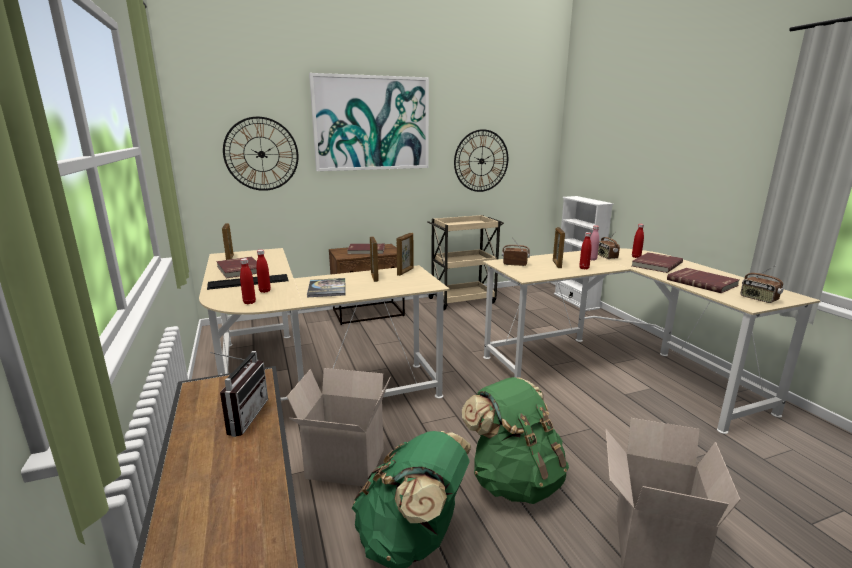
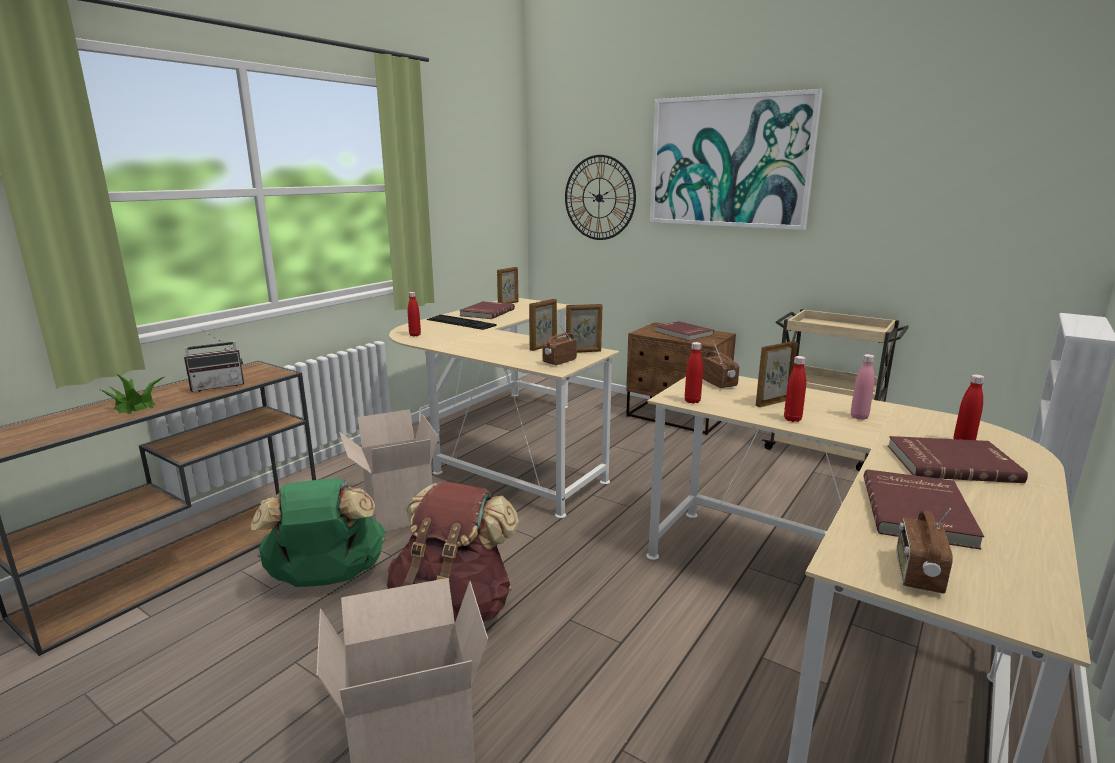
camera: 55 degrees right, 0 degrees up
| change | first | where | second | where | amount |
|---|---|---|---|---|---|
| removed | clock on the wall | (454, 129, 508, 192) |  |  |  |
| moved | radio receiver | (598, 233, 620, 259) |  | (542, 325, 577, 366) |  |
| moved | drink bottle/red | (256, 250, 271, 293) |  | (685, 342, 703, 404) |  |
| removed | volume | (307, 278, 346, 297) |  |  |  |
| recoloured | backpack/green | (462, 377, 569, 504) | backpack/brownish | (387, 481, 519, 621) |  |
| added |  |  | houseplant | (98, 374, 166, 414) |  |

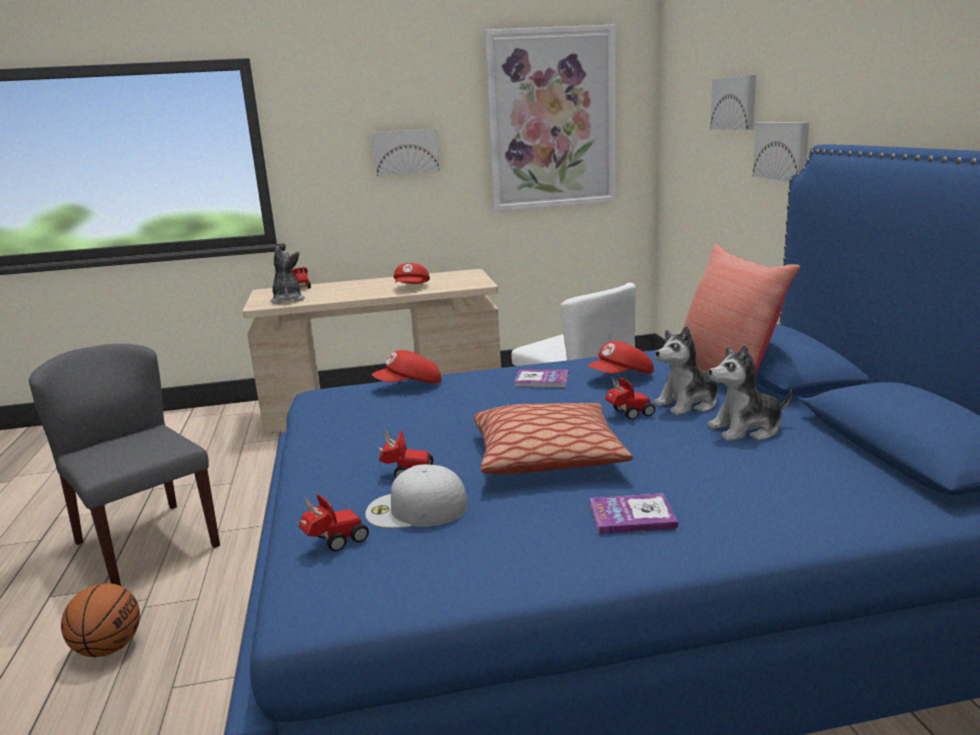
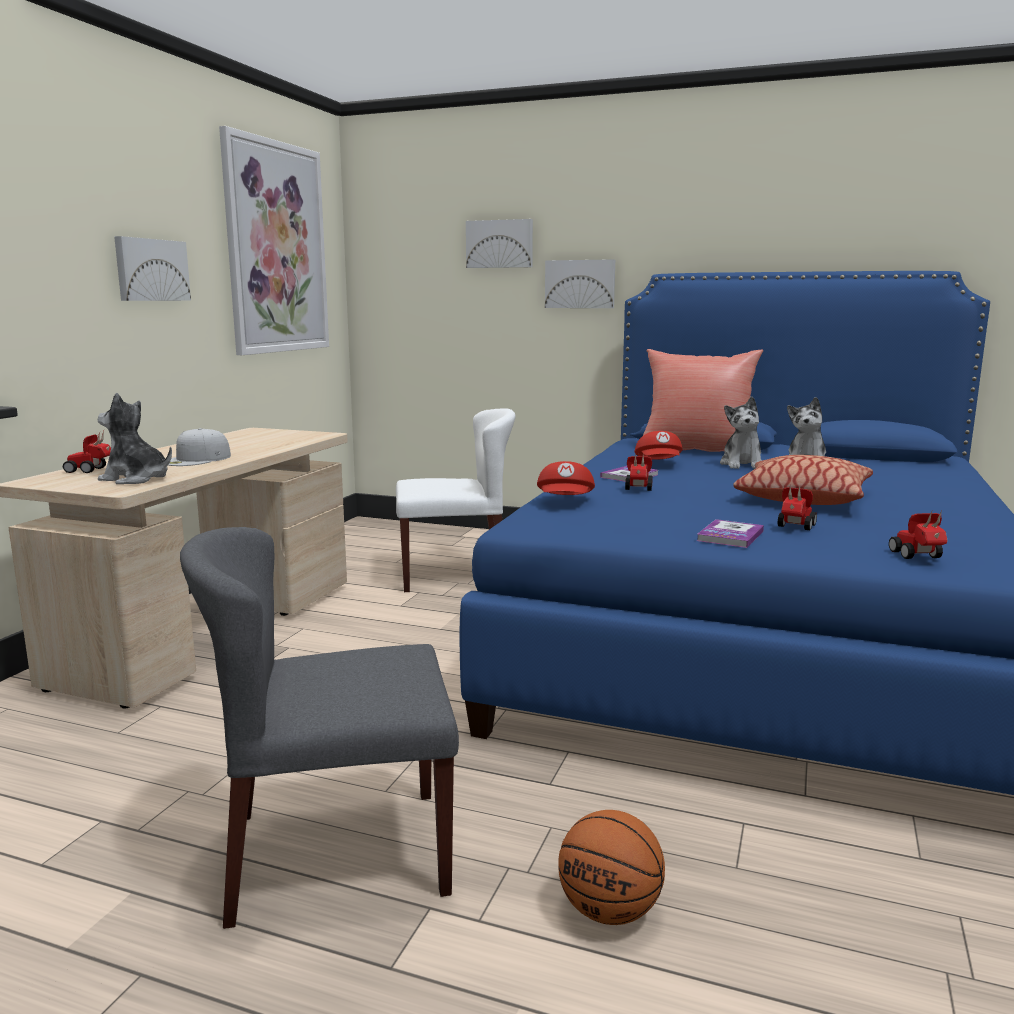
camera: 60 degrees left, 5 degrees down
| change | first | where | second | where | amount |
|---|---|---|---|---|---|
| removed | cap/red | (394, 263, 430, 284) |  |  |  |
| moved | model car | (605, 377, 655, 420) |  | (625, 453, 653, 491) |  |
| moved | cap/white | (365, 464, 467, 528) |  | (167, 428, 231, 466) |  |
| moved | volume | (590, 493, 678, 534) |  | (697, 519, 764, 548) |  |

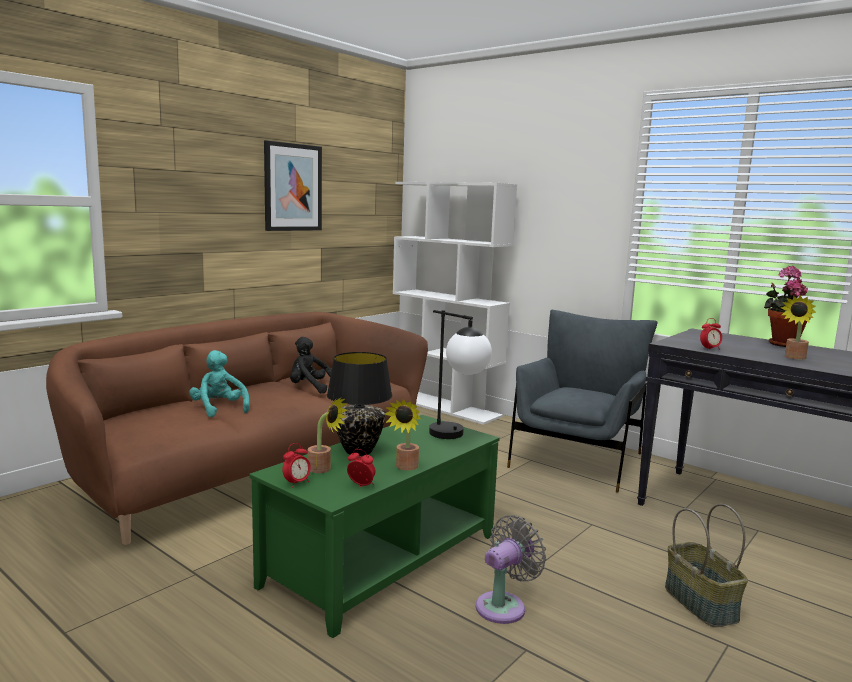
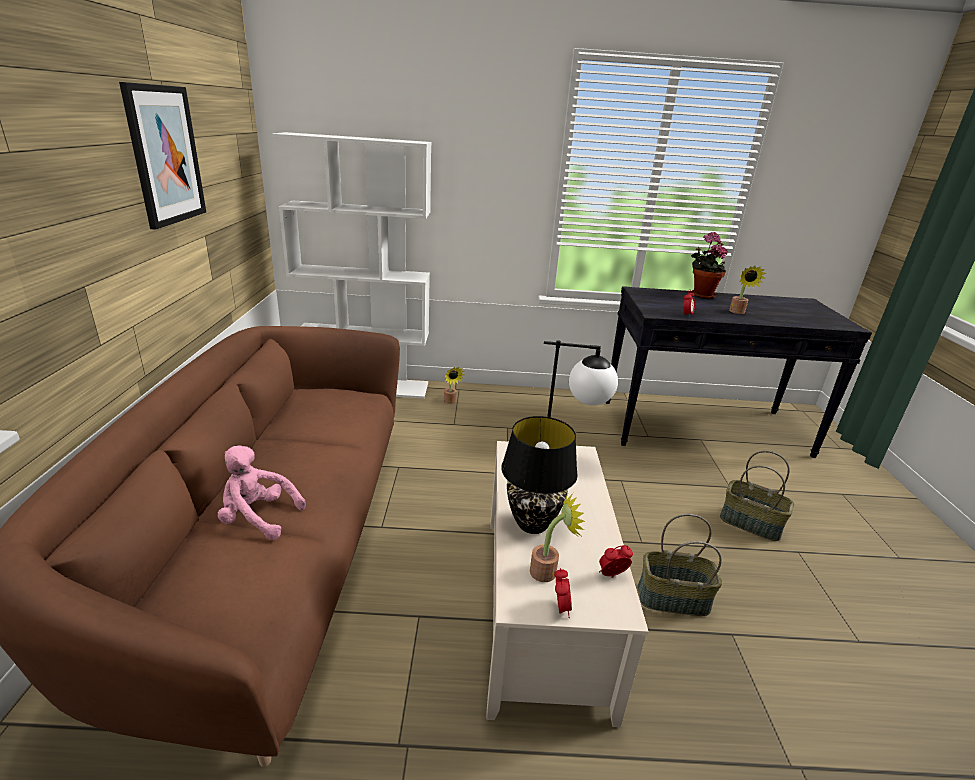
camera: 40 degrees left, 15 degrees up
| change | first | where | second | where | amount |
|---|---|---|---|---|---|
| removed | lounge chair/grey | (507, 310, 657, 493) |  |  |  |
| removed | plush toy/black-coloured | (290, 337, 332, 393) |  |  |  |
| recoloured | plush toy/blue-green | (189, 350, 249, 417) | plush toy/pink | (218, 445, 306, 540) |  |
| moved | houseplant | (385, 399, 421, 471) |  | (444, 367, 465, 404) |  |
| recoloured | coffee table/green | (249, 415, 500, 638) | coffee table/sand-coloured | (486, 441, 649, 727) |  |
| replaced | fan/grey | (476, 515, 547, 624) | household basket | (638, 514, 723, 616) |  |

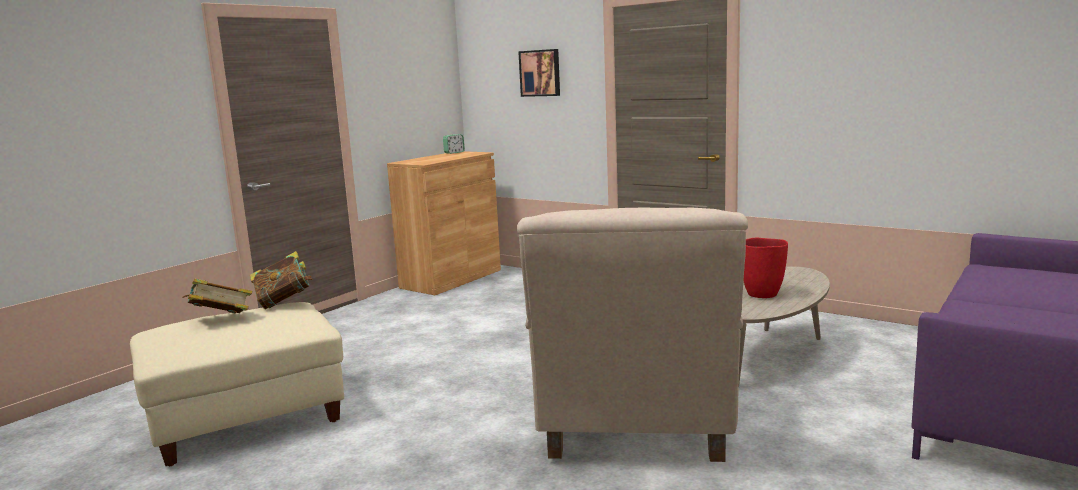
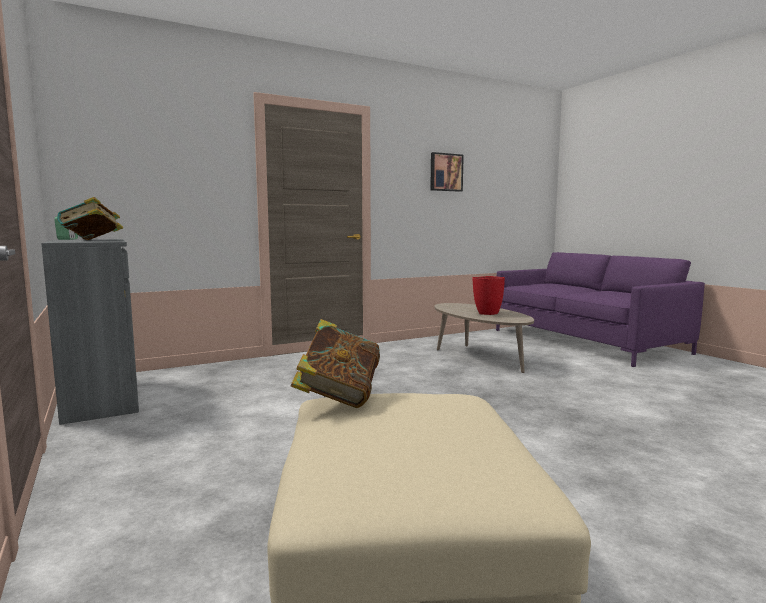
camera: 65 degrees left, 5 degrees down
| change | first | where | second | where | amount |
|---|---|---|---|---|---|
| moved | wall picture | (518, 49, 560, 97) |  | (430, 152, 464, 192) |  |
| recoloured | cabinet/brownish | (387, 151, 501, 295) | cabinet/grey | (41, 239, 139, 425) |  |
| removed | lounge chair/sand-coloured | (517, 208, 748, 462) |  |  |  |
| moved | volume | (182, 278, 252, 313) |  | (57, 197, 123, 240) |  |

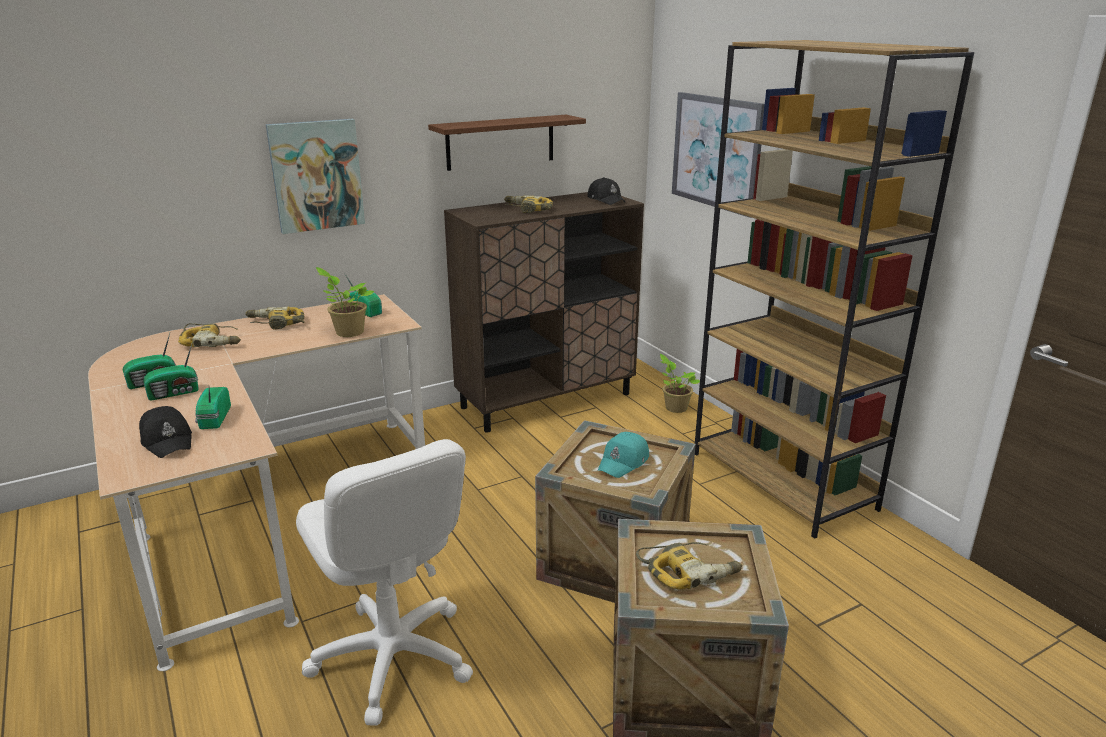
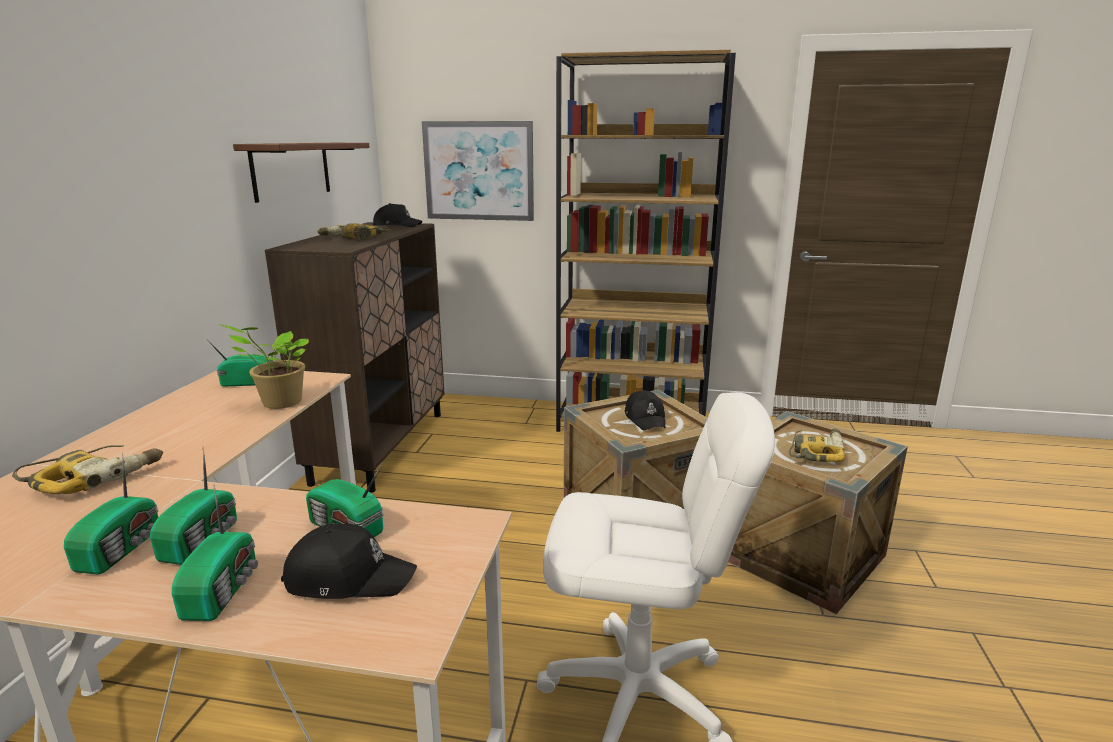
camera: 50 degrees left, 5 degrees down
| change | first | where | second | where | amount |
|---|---|---|---|---|---|
| removed | wall picture | (266, 119, 365, 234) |  |  |  |
| removed | power drill | (245, 306, 304, 329) |  |  |  |
| removed | houseplant | (660, 354, 700, 413) |  |  |  |
| recoloured | cap/blue-green | (598, 432, 649, 478) | cap/black-coloured | (625, 390, 665, 430) |  |
| added |  |  | radio receiver | (172, 486, 258, 621) |  |

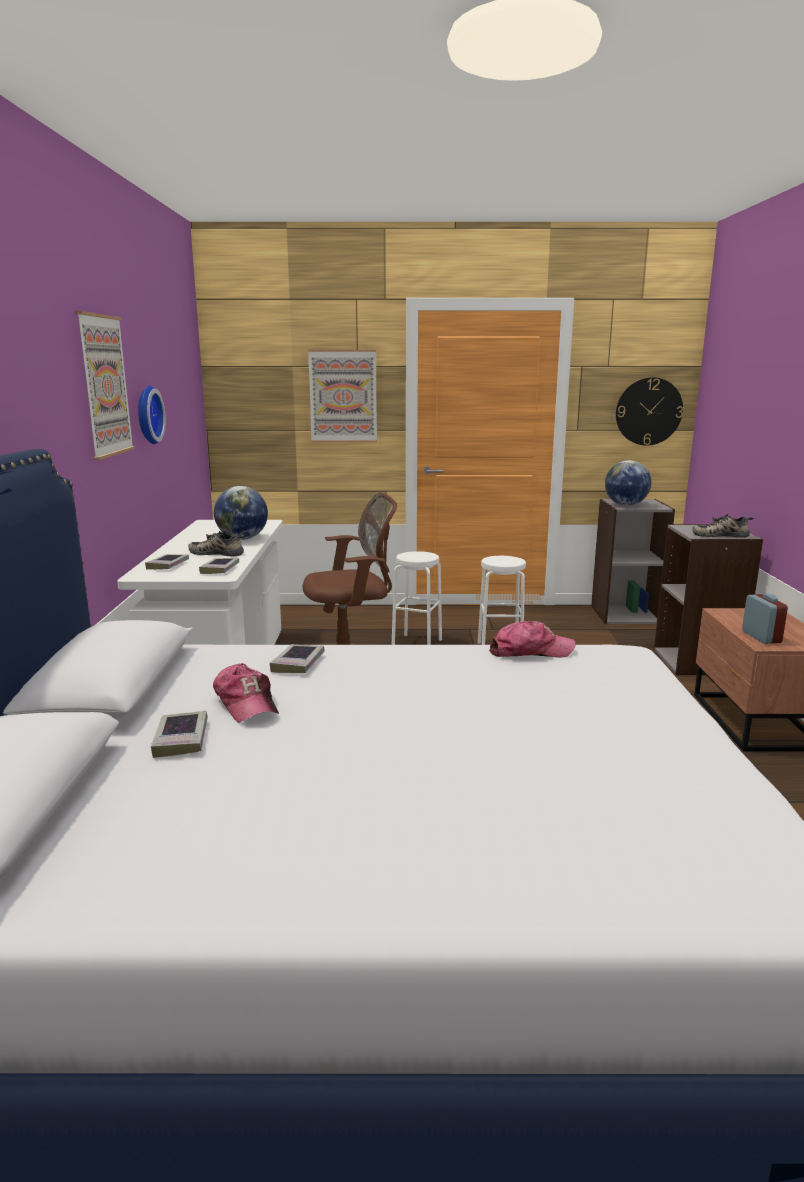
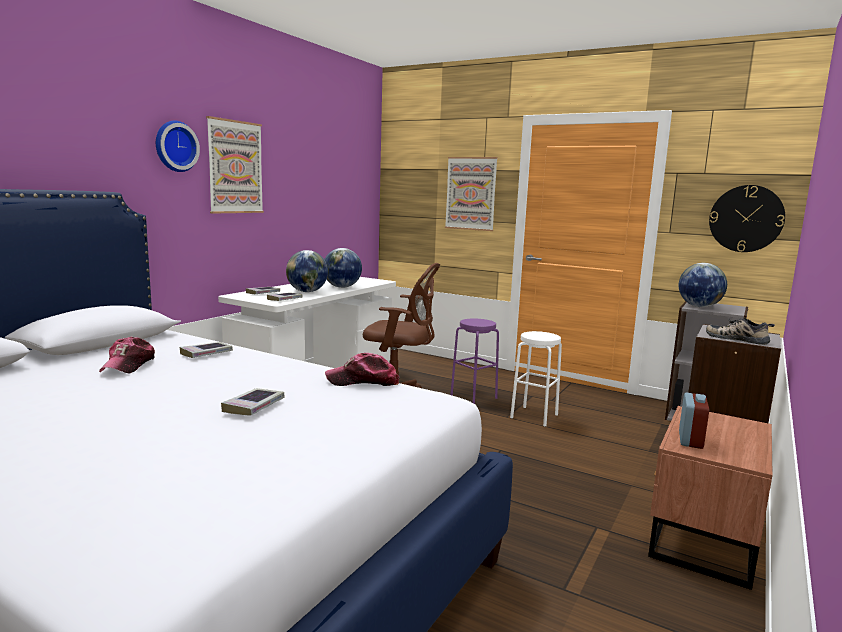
camera: 30 degrees right, 5 degrees down
| change | first | where | second | where | amount |
|---|---|---|---|---|---|
| moved | clock on the wall | (138, 386, 166, 444) |  | (156, 121, 200, 172) |  |
| replaced | shoe | (188, 531, 244, 557) | desk globe | (286, 250, 328, 292) |  |
| recoloured | sitting stool/white | (392, 551, 442, 645) | sitting stool/purple | (450, 319, 499, 404) |  |
| turned | cap | (489, 621, 576, 658) |  | (325, 353, 400, 386) | 150 degrees clockwise |
| moved | volume | (151, 711, 208, 758) |  | (221, 388, 285, 416) |  |

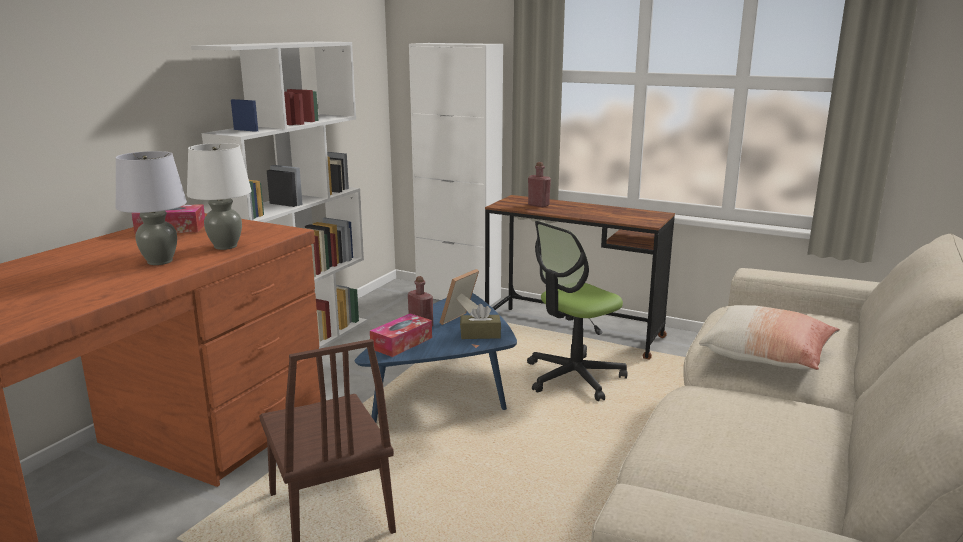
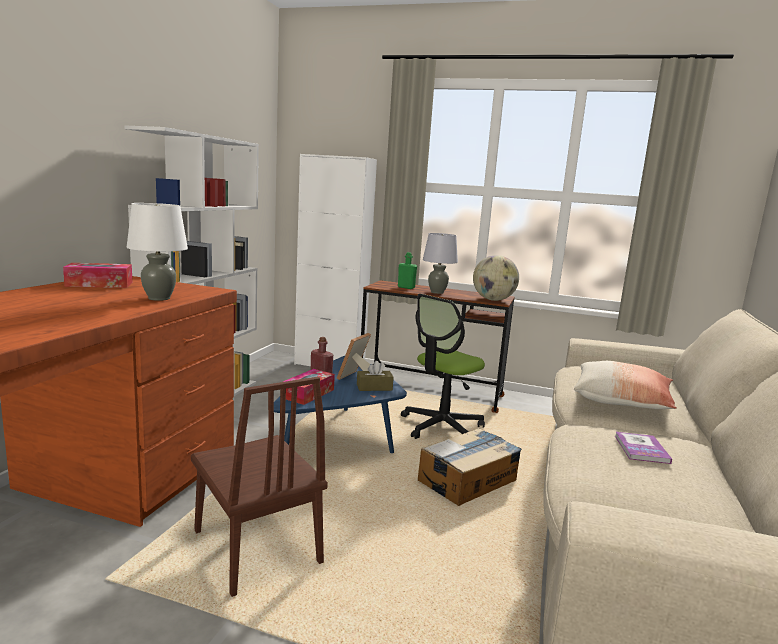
camera: 10 degrees left, 5 degrees down
| change | first | where | second | where | amount |
|---|---|---|---|---|---|
| moved | lamp for a table/grey | (115, 151, 187, 265) |  | (423, 233, 458, 294) |  |
| recoloured | drink bottle/red | (528, 162, 551, 207) | drink bottle/green | (398, 252, 417, 289) |  |
| added |  |  | desk globe | (473, 255, 519, 301) |  |
| added |  |  | cardboard box | (418, 428, 522, 506) |  |
| added |  |  | volume | (615, 432, 672, 464) |  |

